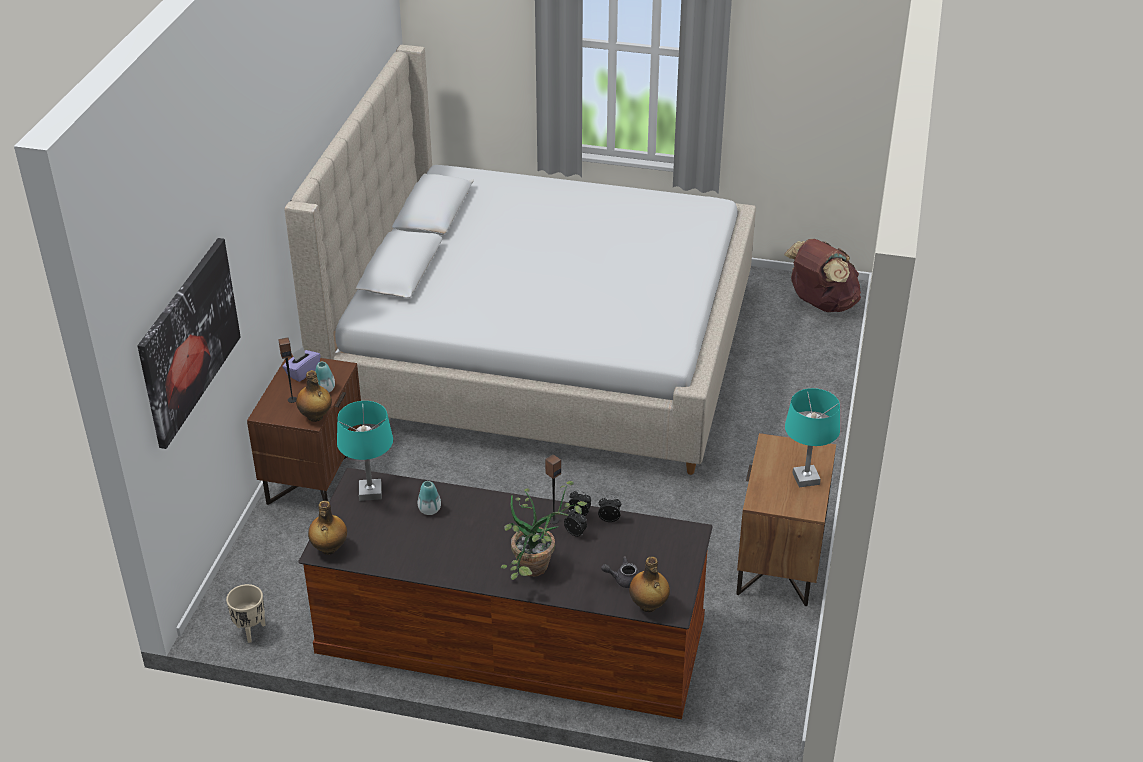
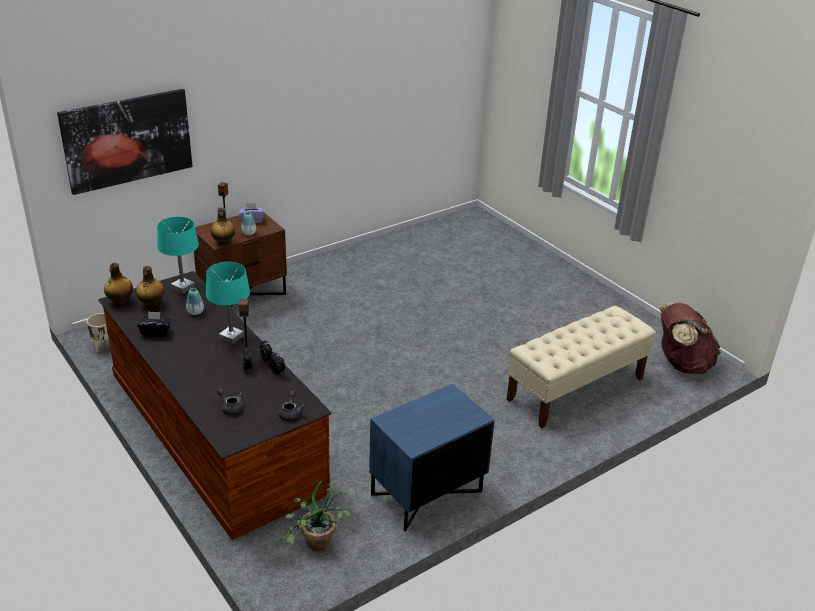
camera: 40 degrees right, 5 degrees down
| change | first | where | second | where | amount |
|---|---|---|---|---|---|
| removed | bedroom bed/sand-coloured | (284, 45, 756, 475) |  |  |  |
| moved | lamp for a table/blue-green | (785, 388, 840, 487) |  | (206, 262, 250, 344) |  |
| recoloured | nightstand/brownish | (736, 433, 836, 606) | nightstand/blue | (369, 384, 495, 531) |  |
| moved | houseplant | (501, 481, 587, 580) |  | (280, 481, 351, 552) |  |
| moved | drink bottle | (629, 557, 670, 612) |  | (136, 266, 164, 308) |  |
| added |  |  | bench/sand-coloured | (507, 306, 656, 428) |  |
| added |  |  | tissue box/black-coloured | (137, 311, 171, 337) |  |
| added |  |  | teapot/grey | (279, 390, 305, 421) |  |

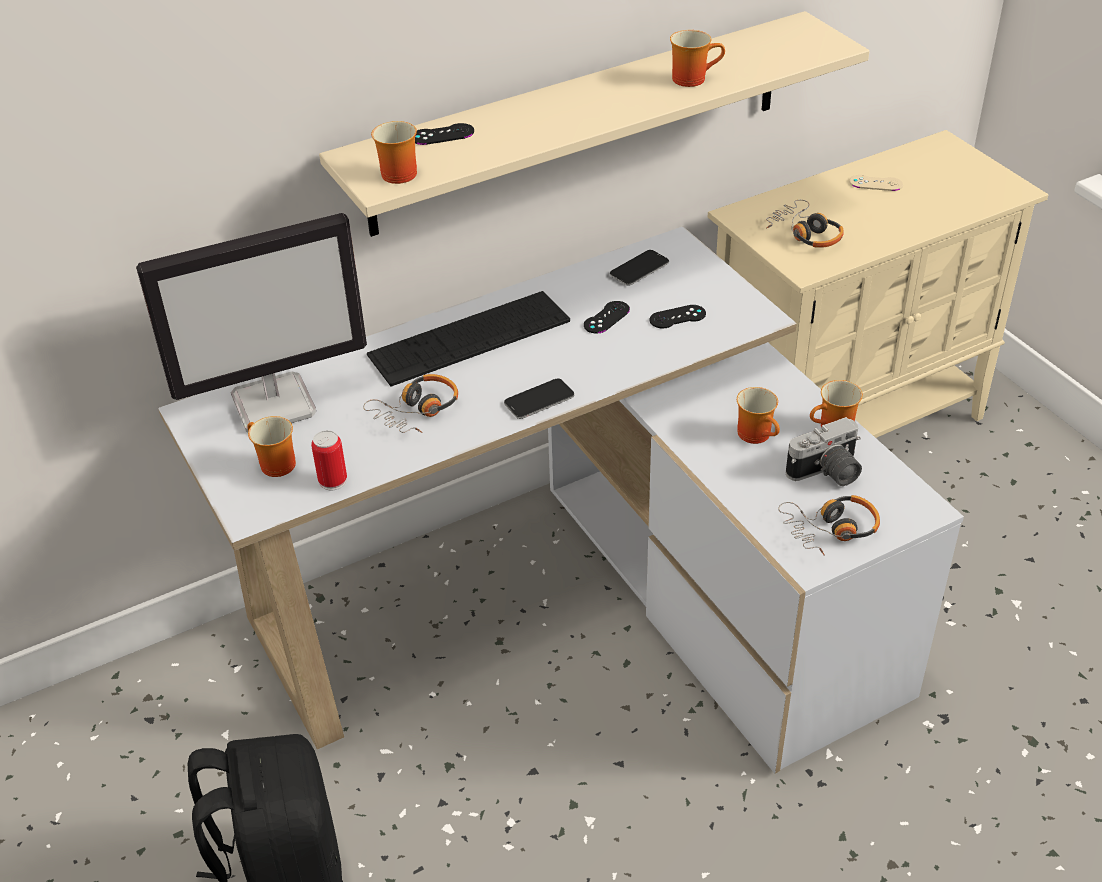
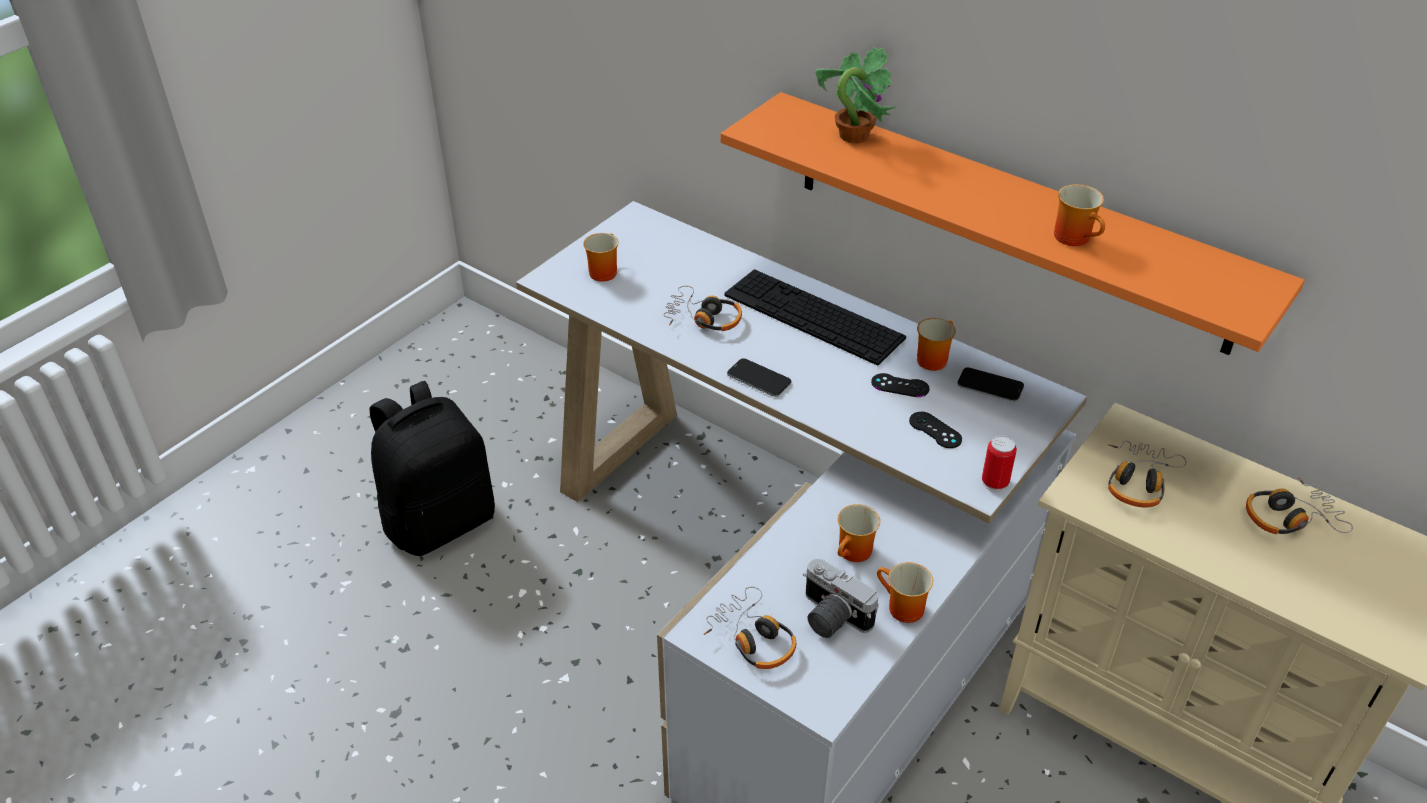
camera: 65 degrees right, 0 degrees up
| change | first | where | second | where | amount |
|---|---|---|---|---|---|
| recoloured | shelf/sand-coloured | (319, 11, 870, 237) | shelf/orange-coloured | (721, 92, 1305, 355) |  |
| moved | coffee mug | (371, 121, 417, 184) |  | (917, 318, 956, 371) |  |
| replaced | joypad/black-coloured | (415, 123, 474, 145) | houseplant | (816, 47, 896, 143) |  |
| replaced | joypad/sand-coloured | (849, 175, 903, 191) | pair of headphones | (1246, 477, 1353, 534) |  |
| removed | computer screen | (136, 213, 367, 432) |  |  |  |
| moved | can | (311, 430, 347, 490) |  | (982, 435, 1017, 492) |  |

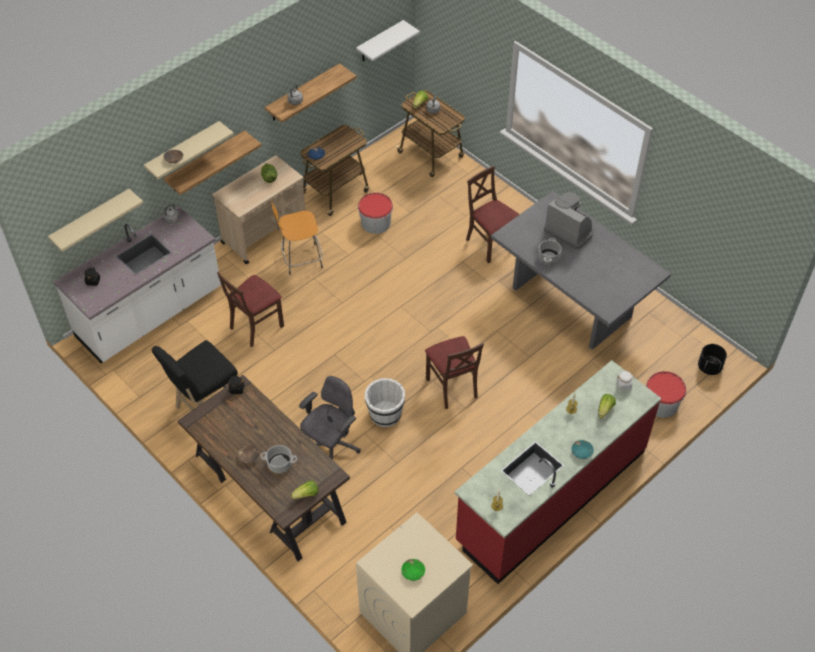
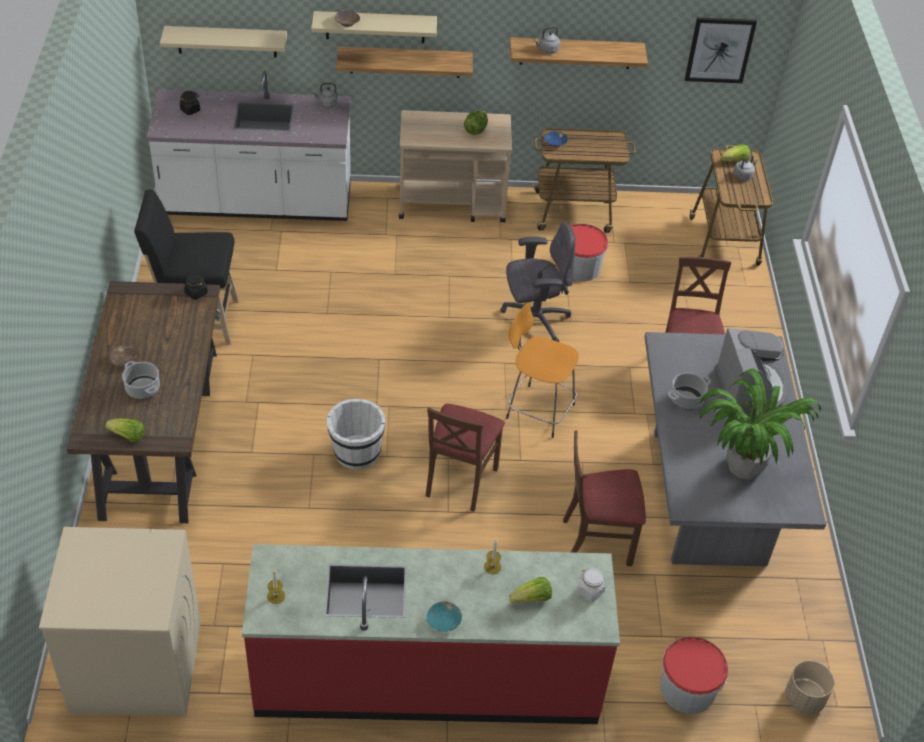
camera: 40 degrees right, 5 degrees down
| change | first | where | second | where | amount |
|---|---|---|---|---|---|
| replaced | shelf/white | (356, 20, 420, 61) | wall picture | (685, 17, 757, 83) |  |
| moved | sitting stool/orange-coloured | (271, 200, 323, 275) |  | (506, 303, 579, 438) |  |
| moved | chair/brownish | (217, 272, 284, 347) |  | (563, 430, 646, 566) |  |
| recoloured | planter/black-coloured | (698, 344, 727, 375) | planter/sand-coloured | (785, 661, 835, 714) |  |
| moved | computer chair/grey | (299, 376, 361, 460) |  | (500, 222, 575, 342) |  |
| removed | serving bowl/green | (402, 559, 425, 581) |  |  |  |
| added |  |  | houseplant | (699, 368, 822, 480) |  |

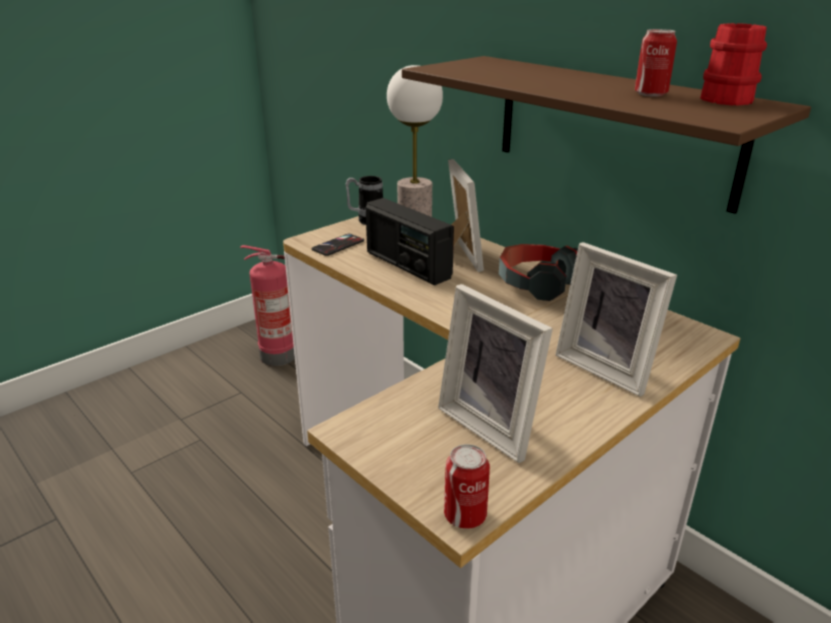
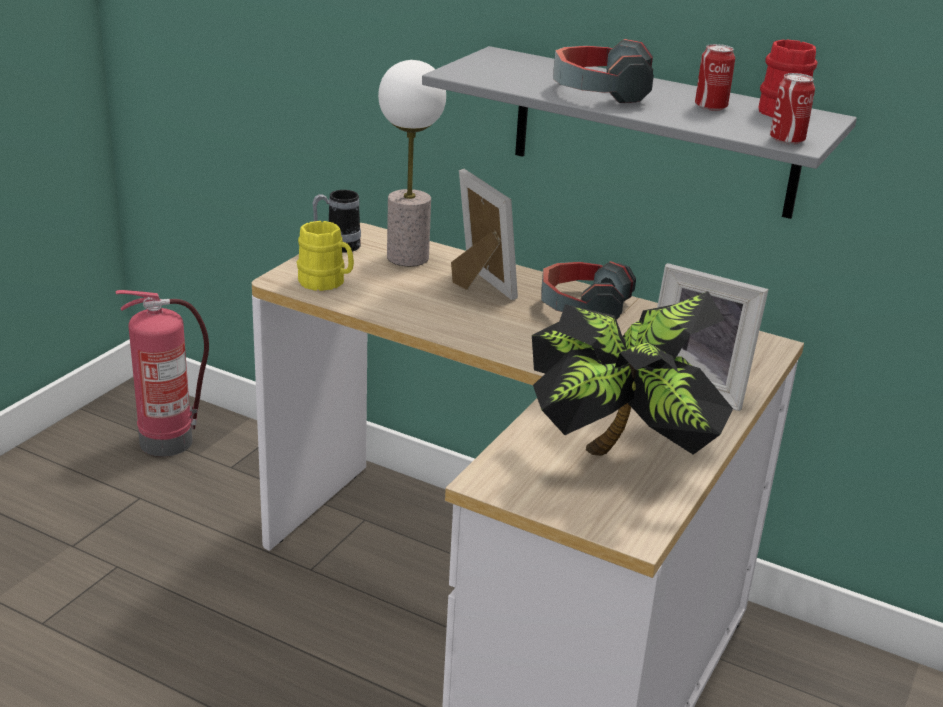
camera: 20 degrees left, 0 degrees up
| change | first | where | second | where | amount |
|---|---|---|---|---|---|
| recoloured | shelf/brownish | (402, 56, 811, 214) | shelf/grey | (422, 46, 857, 219) |  |
| removed | radio receiver | (366, 198, 454, 285) |  |  |  |
| replaced | phone | (311, 234, 364, 256) | coffee mug/yellow | (297, 221, 354, 291) |  |
| replaced | picture frame | (438, 284, 553, 463) | houseplant | (532, 291, 733, 456) |  |
| moved | can | (444, 444, 490, 529) |  | (770, 73, 815, 145) |  |
| added |  |  | pair of headphones | (553, 39, 654, 103) |  |

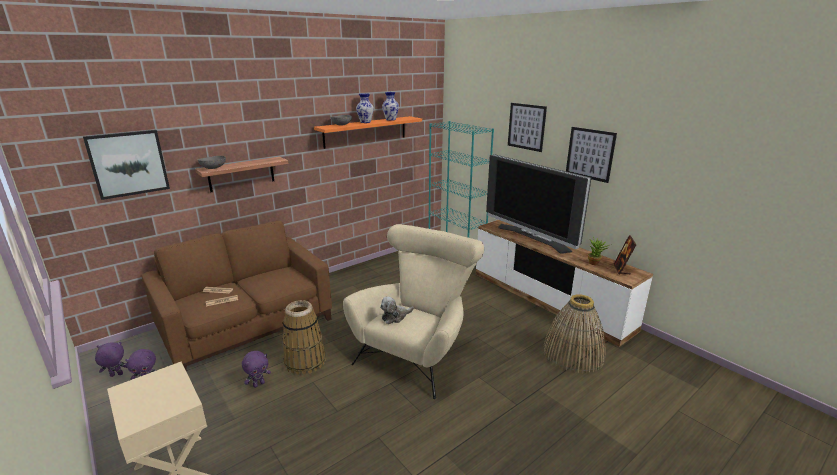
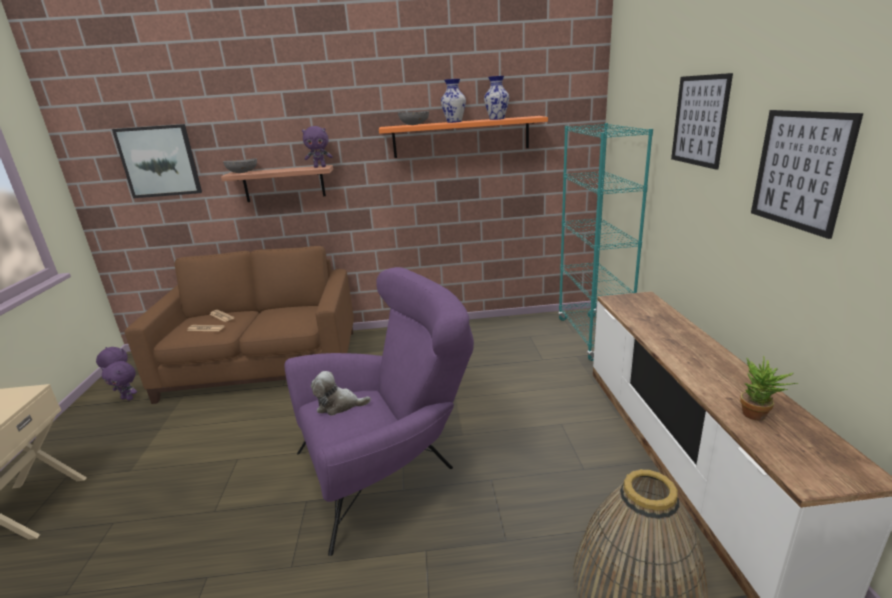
camera: 35 degrees right, 0 degrees up
| change | first | where | second | where | amount |
|---|---|---|---|---|---|
| removed | television | (486, 154, 591, 254) |  |  |  |
| recoloured | lounge chair/sand-coloured | (343, 224, 484, 399) | lounge chair/purple | (284, 267, 474, 556) |  |
| removed | picture frame | (614, 235, 636, 275) |  |  |  |
| removed | household basket | (282, 300, 326, 375) |  |  |  |
| moved | plush toy/purple | (242, 351, 271, 388) |  | (302, 126, 333, 168) |  |

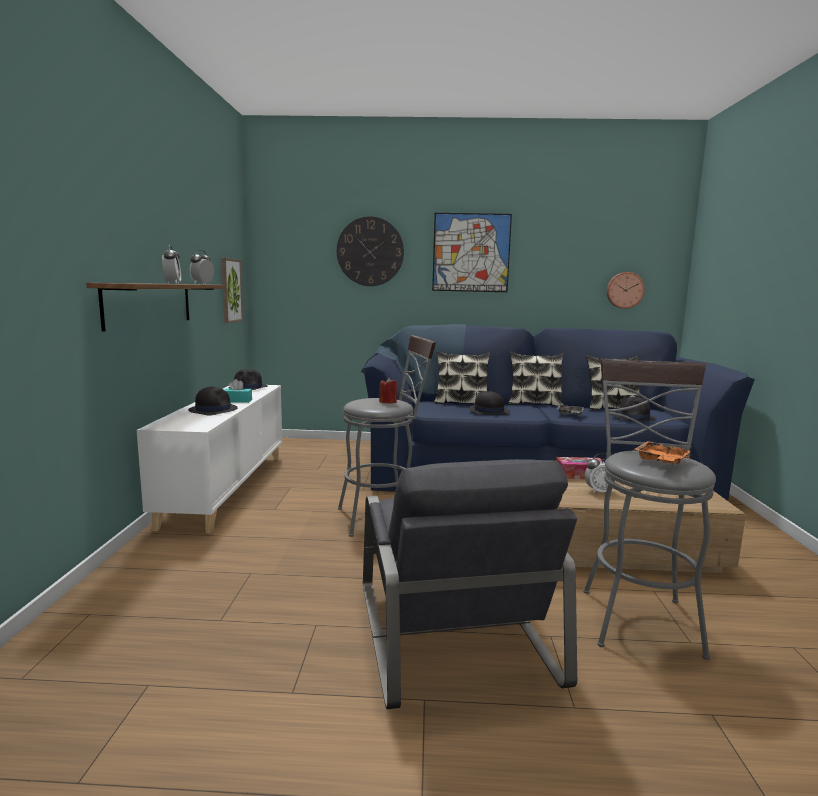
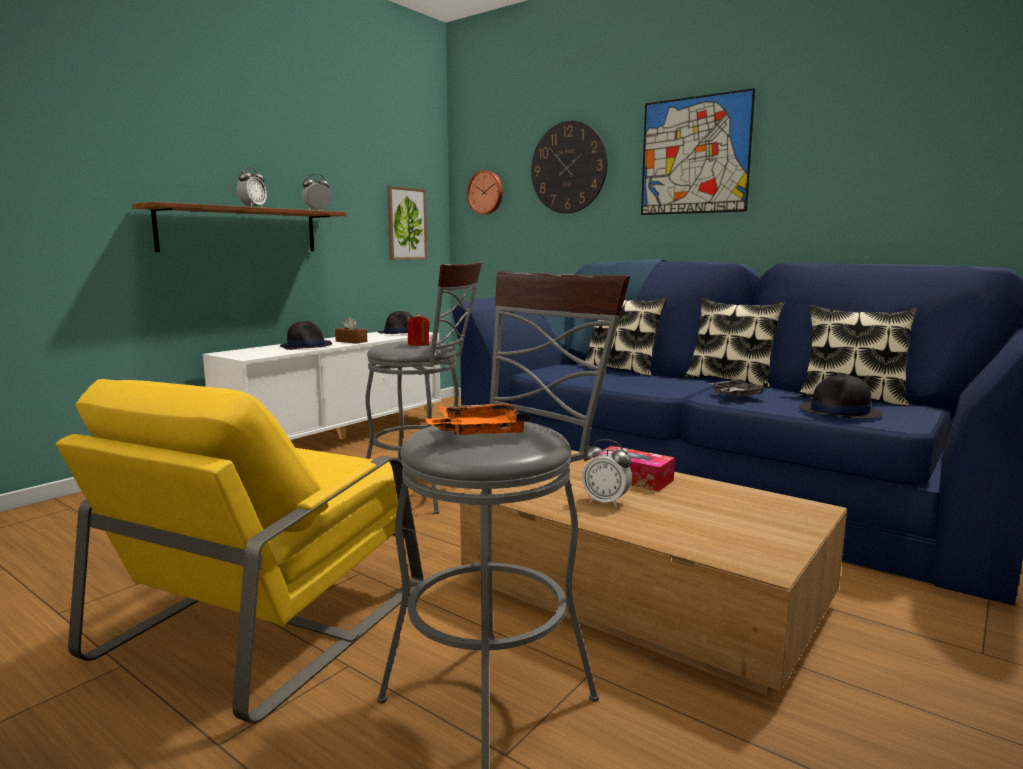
camera: 35 degrees right, 0 degrees up
| change | first | where | second | where | amount |
|---|---|---|---|---|---|
| moved | clock on the wall | (607, 272, 645, 309) |  | (467, 170, 503, 215) |  |
| recoloured | tissue box/blue-green | (224, 379, 252, 403) | tissue box/brownish | (335, 317, 367, 344) |  |
| removed | hat/black-coloured | (469, 391, 510, 415) |  |  |  |
| recoloured | lounge chair/grey | (363, 459, 577, 709) | lounge chair/yellow | (56, 379, 423, 724) |  |

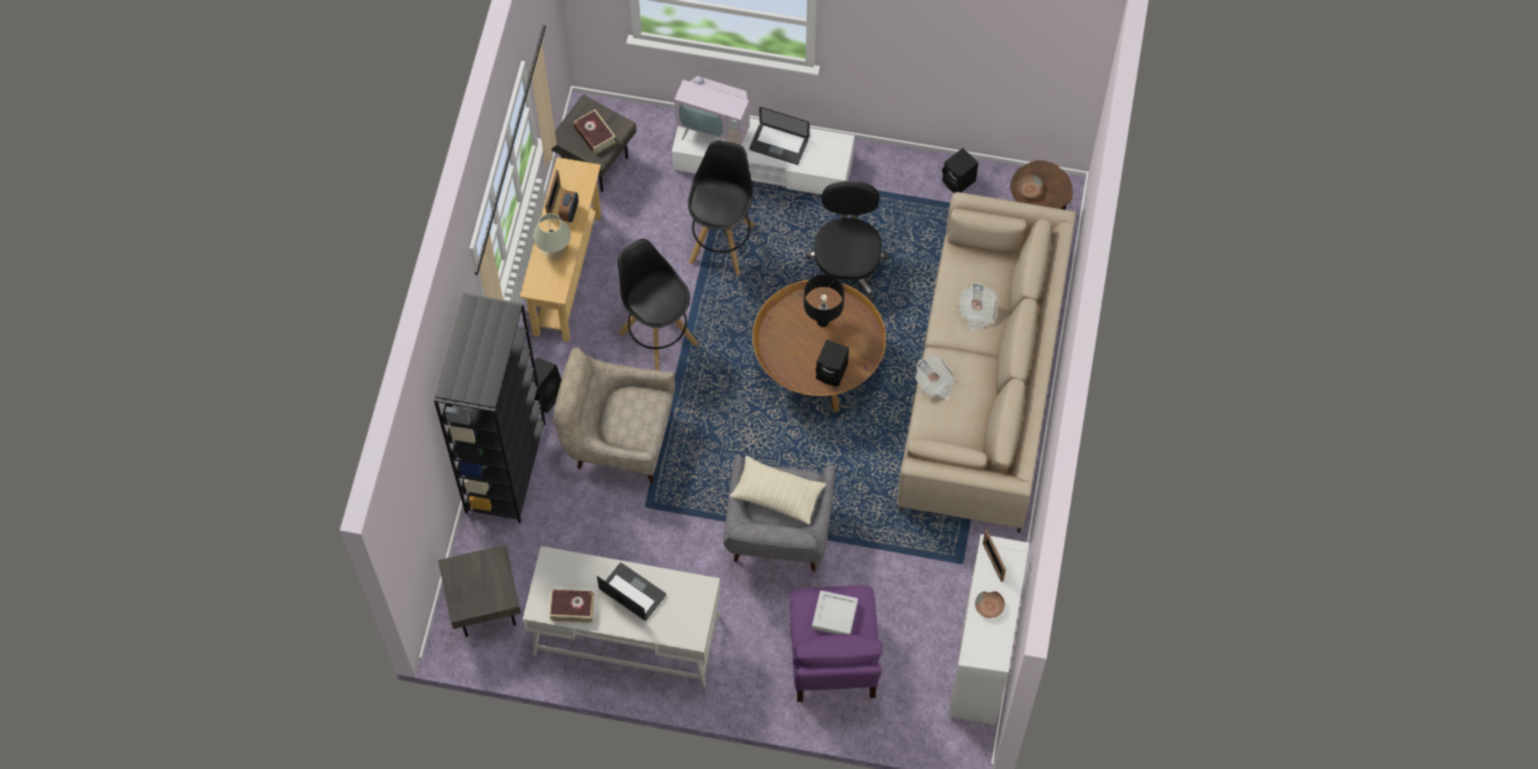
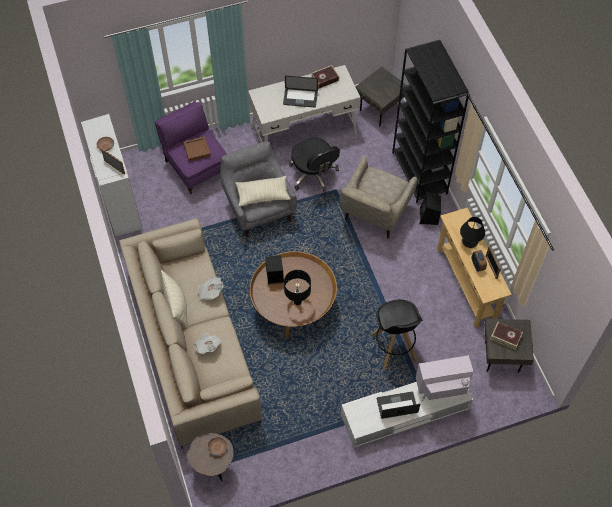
camera: 150 degrees right, 5 degrees down
| change | first | where | second | where | amount |
|---|---|---|---|---|---|
| removed | audio speaker/black-coloured | (942, 148, 978, 193) |  |  |  |
| moved | computer chair/black-coloured | (805, 181, 889, 301) |  | (289, 138, 340, 194) |  |
| recoloured | lamp for a table/sand-coloured | (533, 213, 571, 259) | lamp for a table/black-coloured | (460, 217, 485, 248) |  |
| removed | sitting stool/black-coloured | (618, 239, 698, 371) |  |  |  |
| turned | lounge chair/sand-coloured | (553, 347, 675, 483) |  | (339, 156, 417, 238) | 135 degrees clockwise |
| recoloured | carrying tray/grey | (812, 590, 858, 634) | carrying tray/brownish | (183, 136, 211, 162) |  |
| added |  |  | pillow/sand-coloured | (161, 270, 188, 328) |  |

